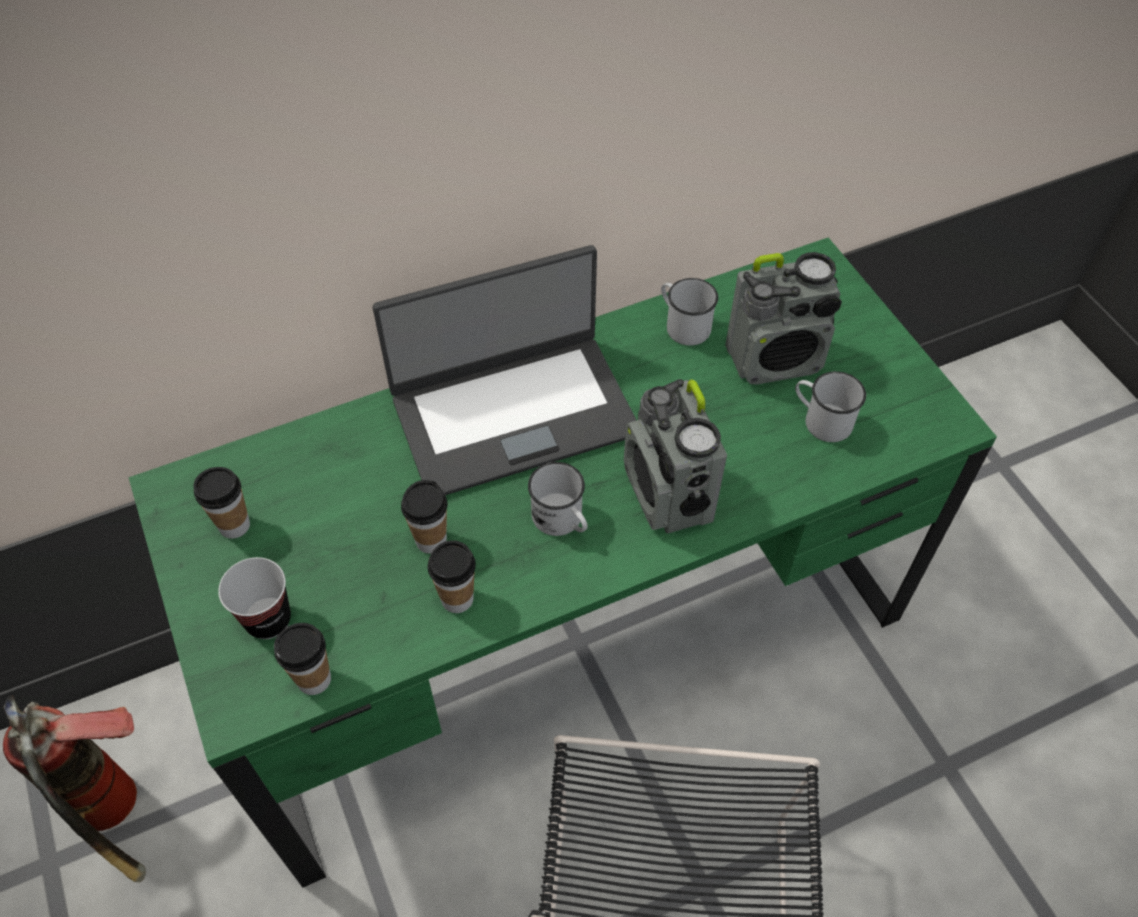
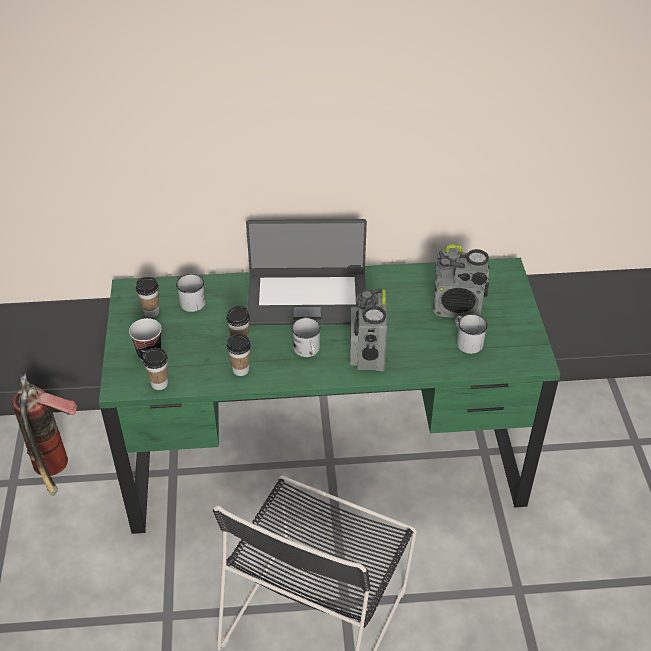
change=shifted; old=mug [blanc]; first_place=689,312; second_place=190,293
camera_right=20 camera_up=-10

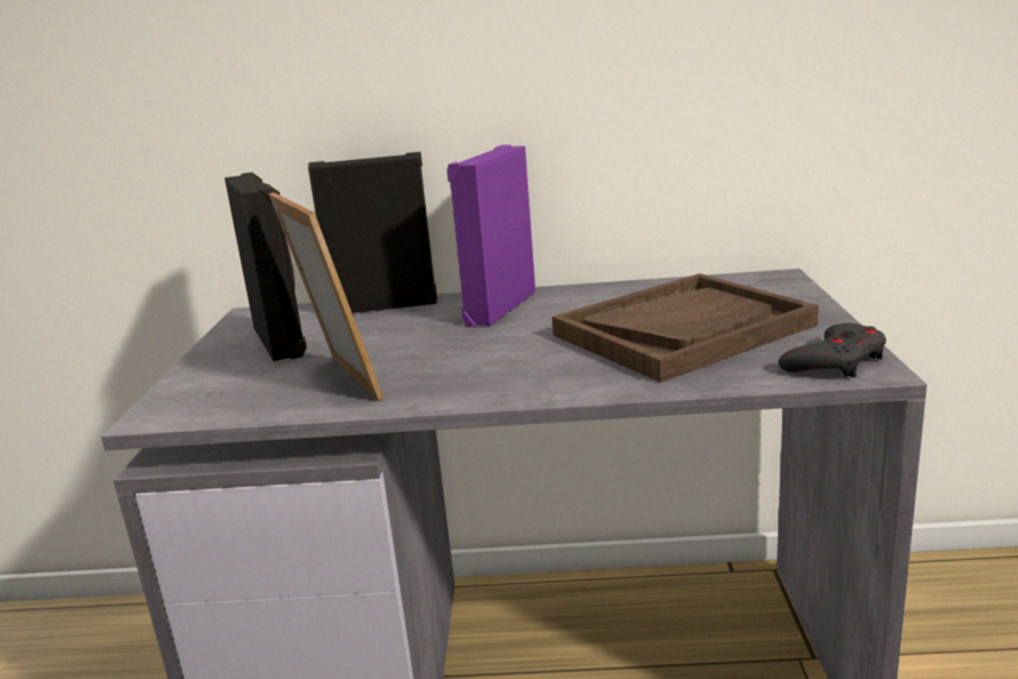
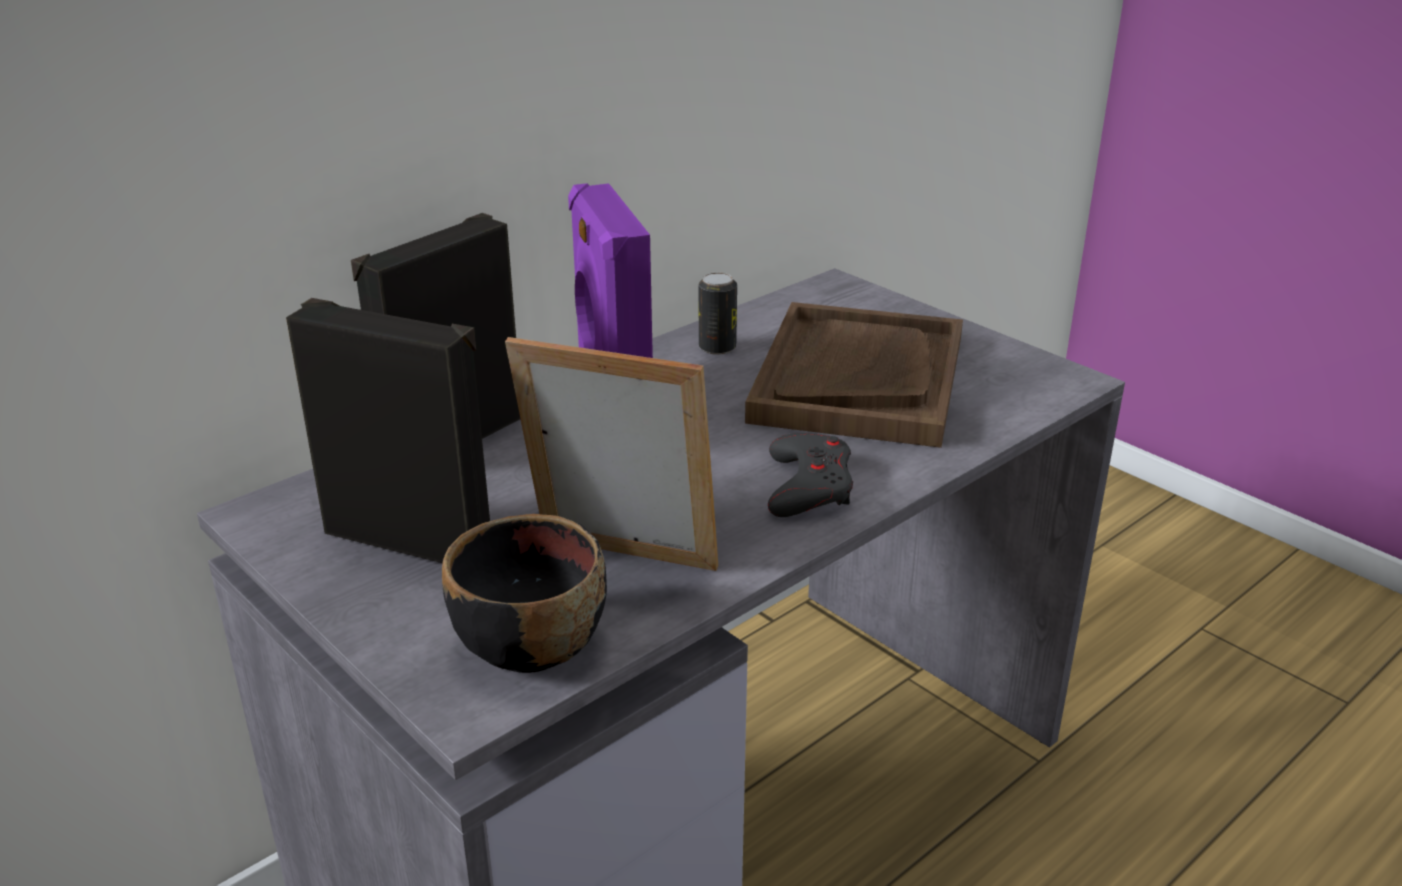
change=shifted; old=manette [gris]; first_place=832,350; second_place=810,475
change=new; new=boîte métallique; second_place=718,313
change=new; new=bol [noir]; second_place=524,593
camera_right=-45 camera_up=10

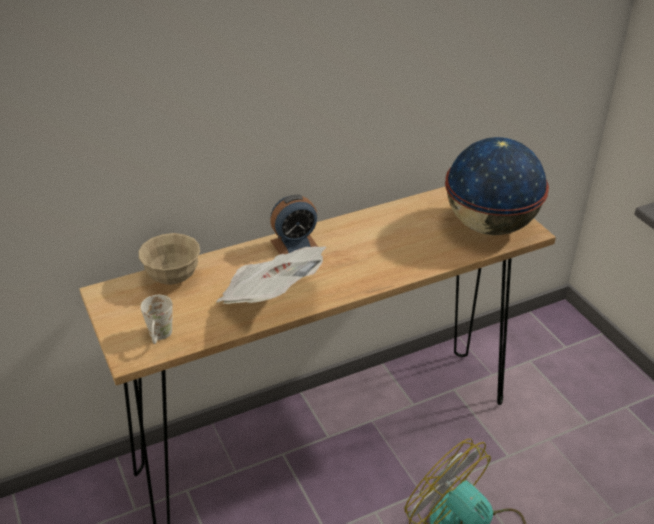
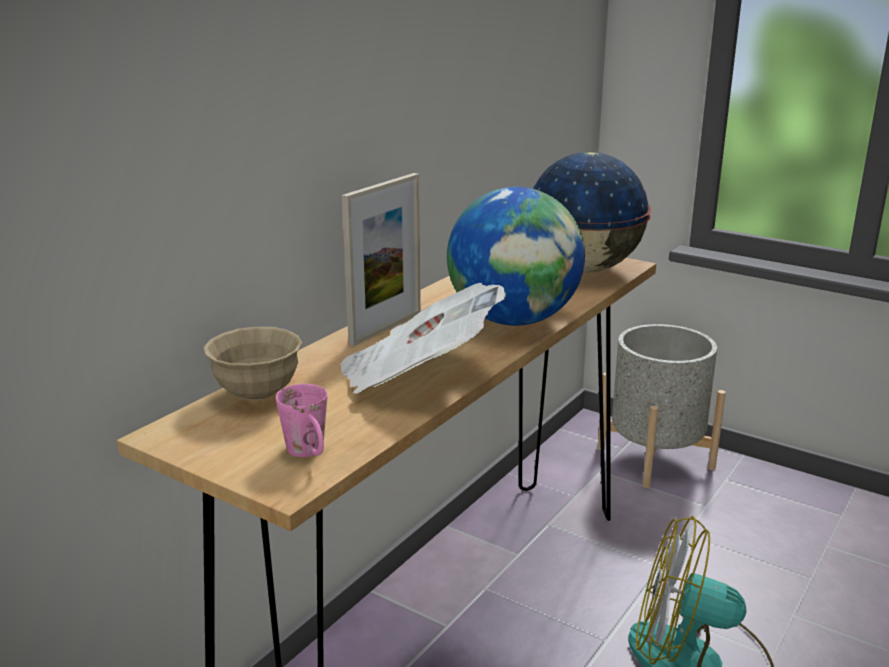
change=swapped; old=réveil; new=cadre photo; first_place=294,225; second_place=381,259
change=repainted; old=mug [blanc]; new=mug [rose]; first_place=156,319; second_place=301,420
change=new; new=globe; second_place=516,256
change=new; new=cache-pot [gris]; second_place=662,406
camera_right=-30 camera_up=-15

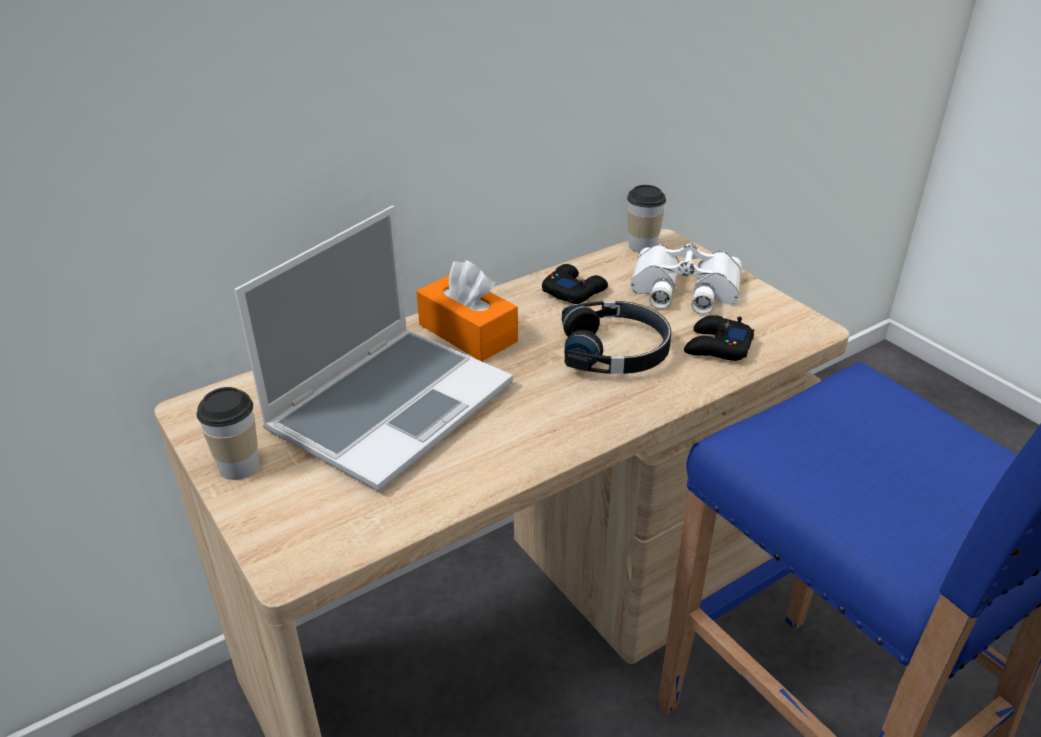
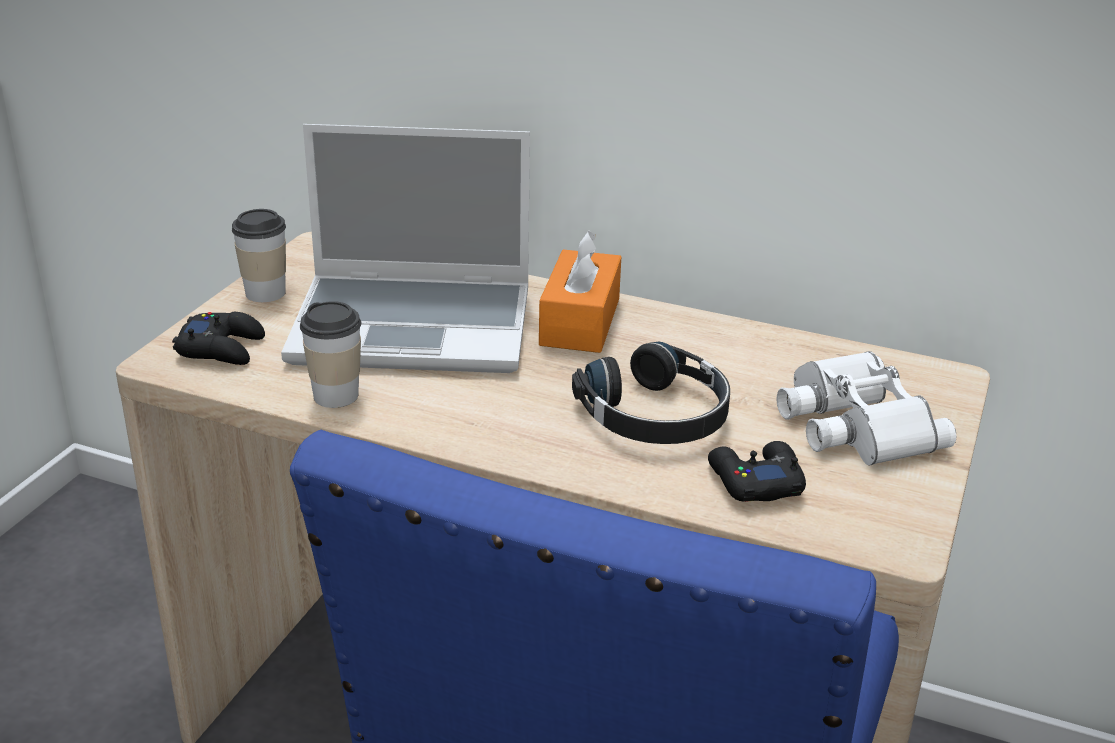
change=shifted; old=tasse; first_place=646,219; second_place=330,354
change=shifted; old=manette [noir]; first_place=575,284; second_place=218,338
camera_right=55 camera_up=-5

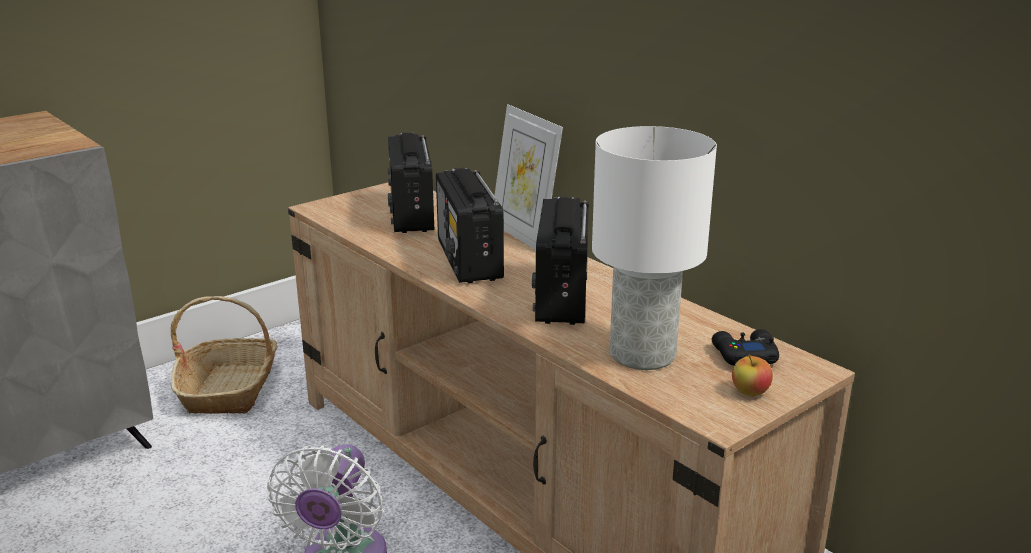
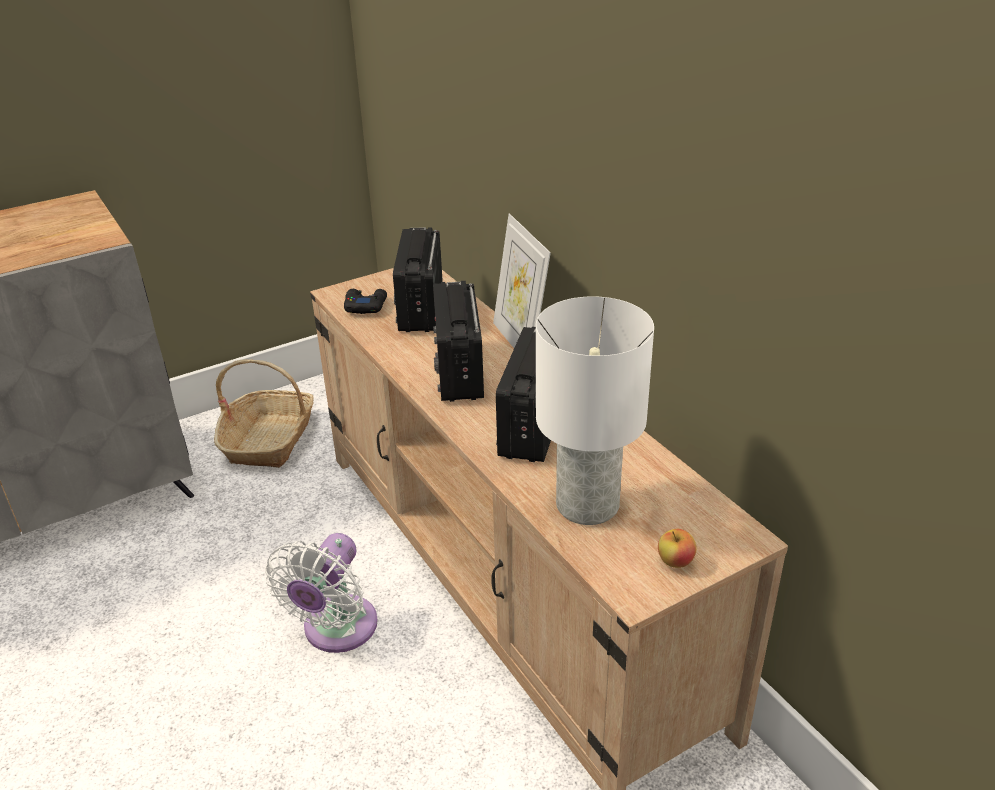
change=shifted; old=manette [noir]; first_place=745,347; second_place=365,301
camera_right=10 camera_up=10

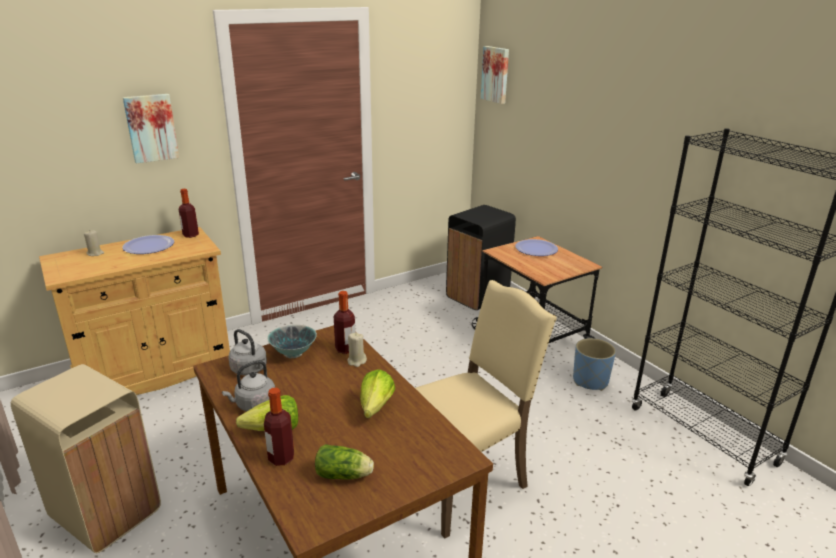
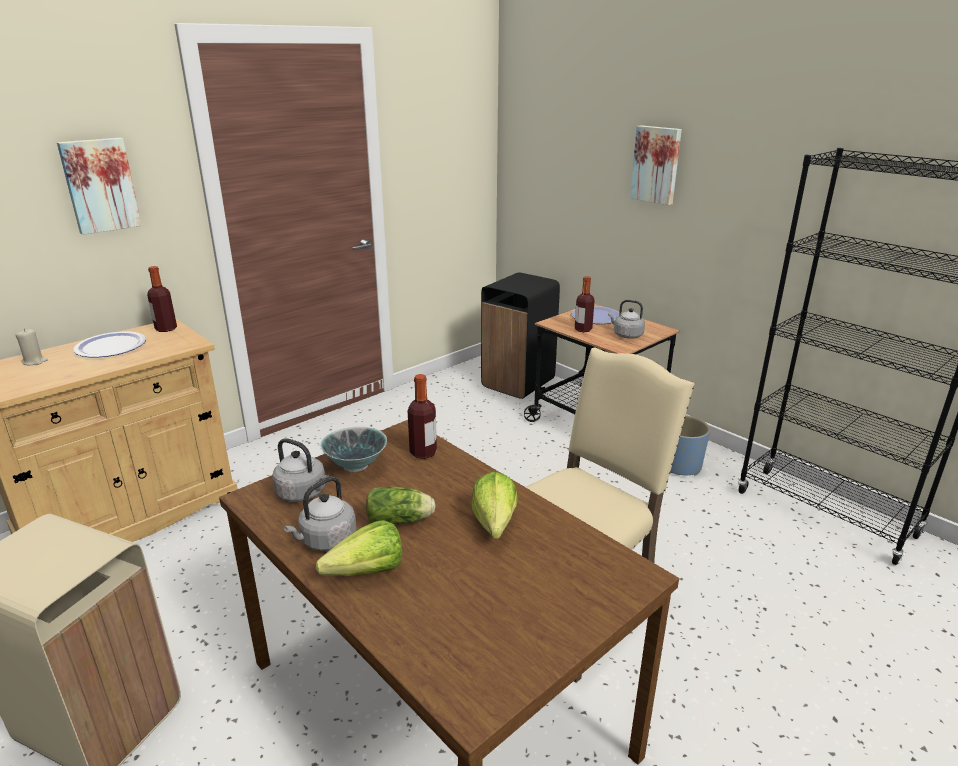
change=shifted; old=tableau; first_place=495,75; second_place=656,165
change=gone; old=bougie [beige]; first_place=357,350
change=shifted; old=bouteille; first_place=279,427; second_place=585,304
change=shifted; old=laitue; first_place=344,462; second_place=400,505
change=new; new=bouilloire [gris]; second_place=626,319
camera_right=-10 camera_up=0

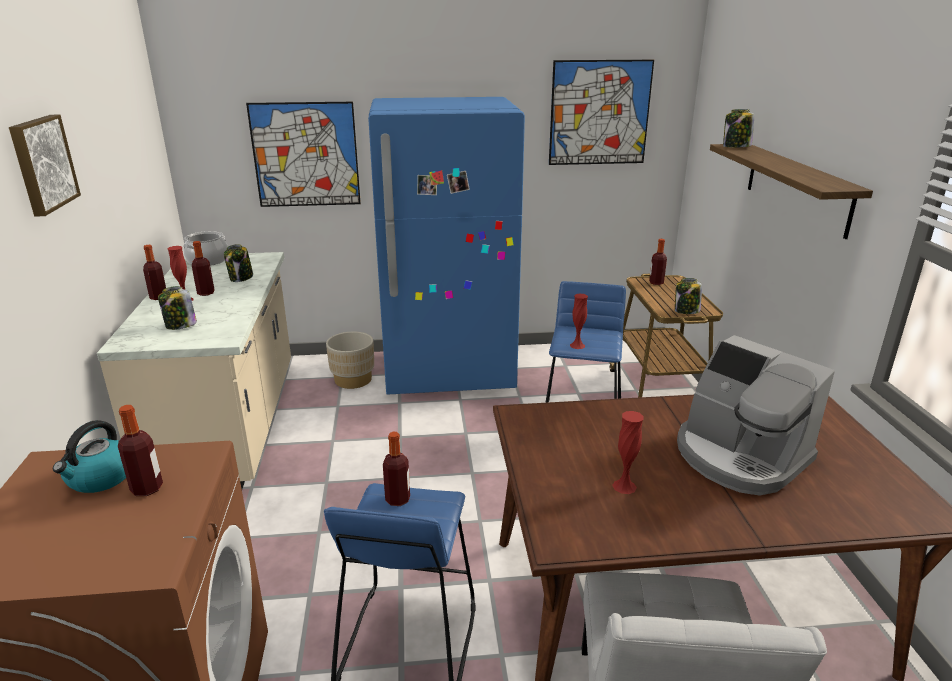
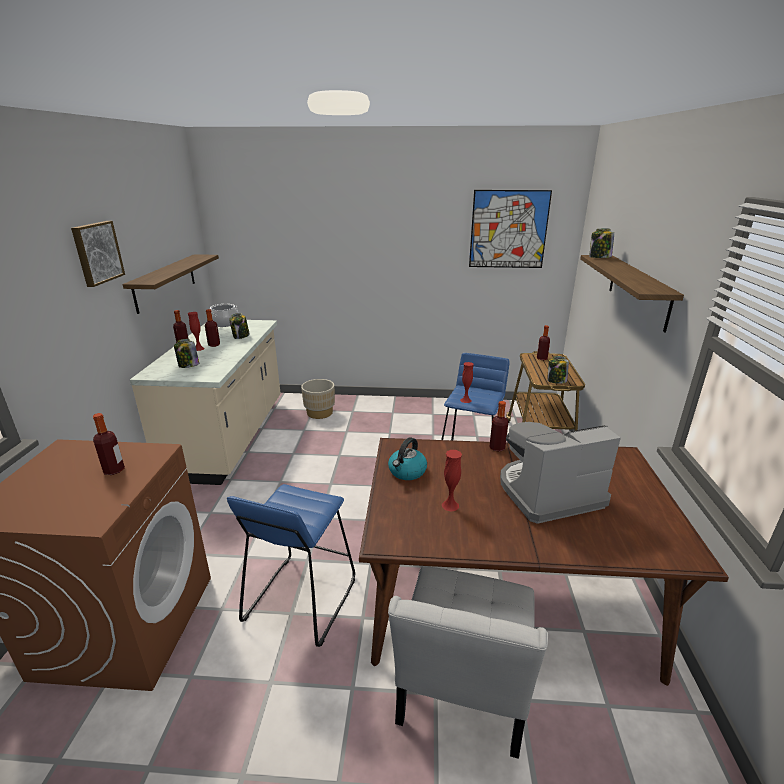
change=gone; old=réfrigérateur [bleu]; first_place=446,246
change=gone; old=tableau; first_place=303,154
change=rotated; old=machine à café; first_place=756,415; second_place=560,473; degrees=105
change=shifted; old=bouilloire; first_place=89,456; second_place=407,458
change=shifted; old=bouteille; first_place=396,469; second_place=498,426
change=new; new=étagère; second_place=171,284
camera_right=10 camera_up=0

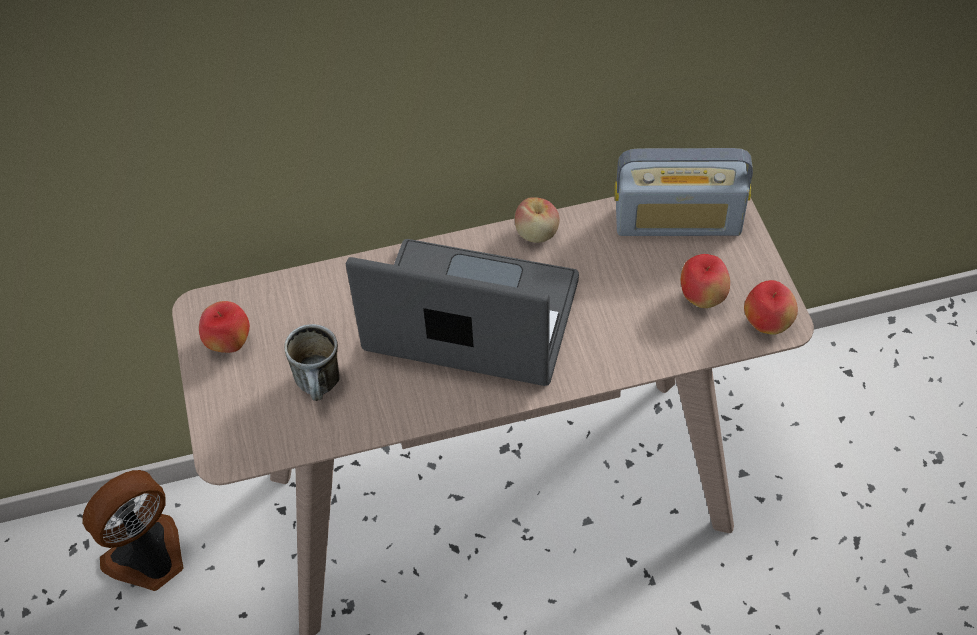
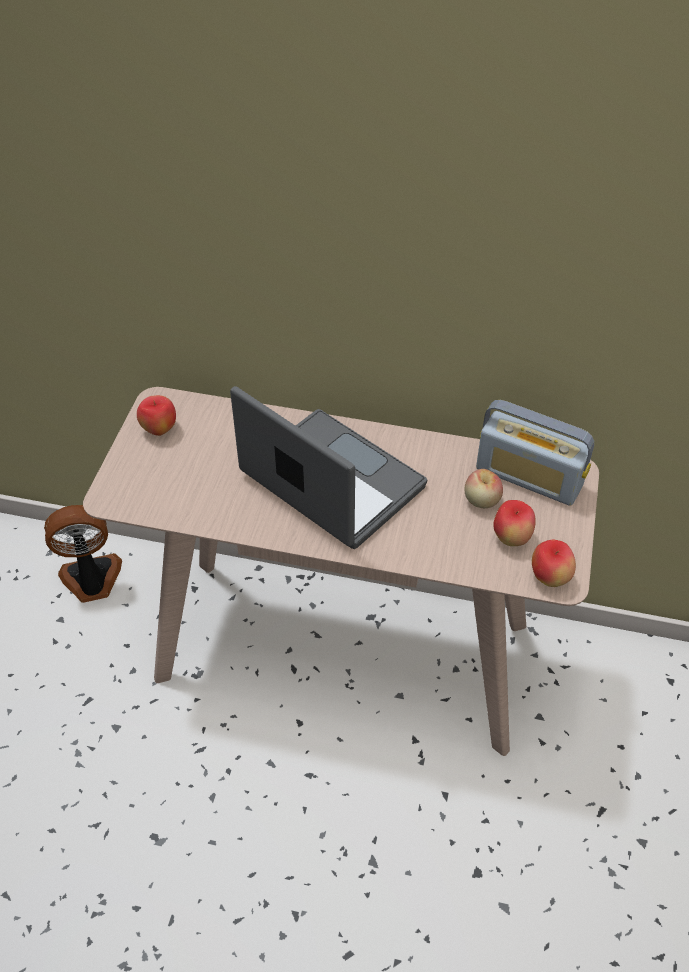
change=shifted; old=pomme; first_place=537,220; second_place=483,488
change=gone; old=mug; first_place=312,362
camera_right=25 camera_up=-5

